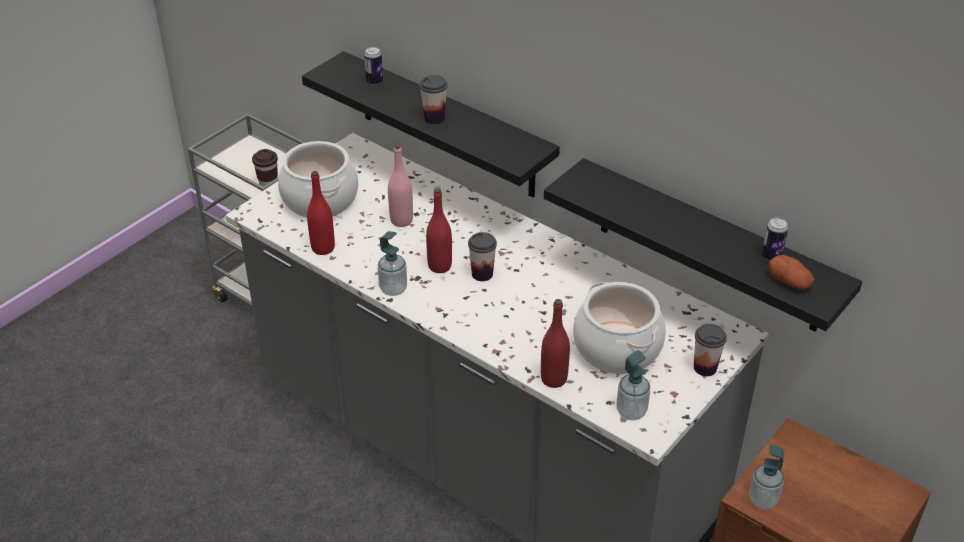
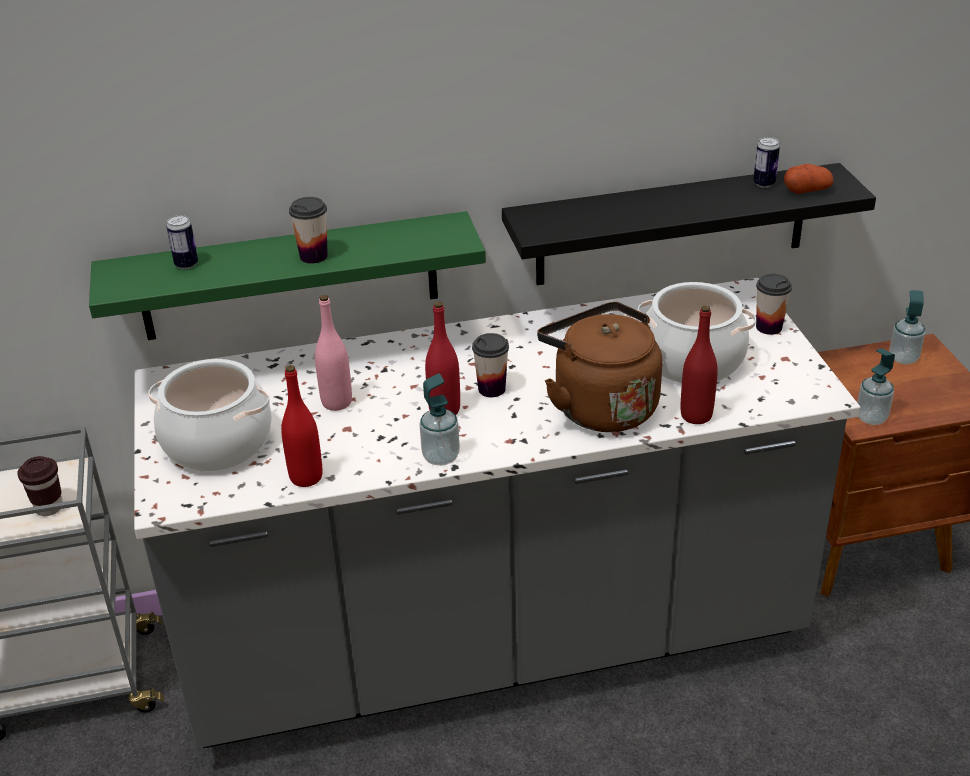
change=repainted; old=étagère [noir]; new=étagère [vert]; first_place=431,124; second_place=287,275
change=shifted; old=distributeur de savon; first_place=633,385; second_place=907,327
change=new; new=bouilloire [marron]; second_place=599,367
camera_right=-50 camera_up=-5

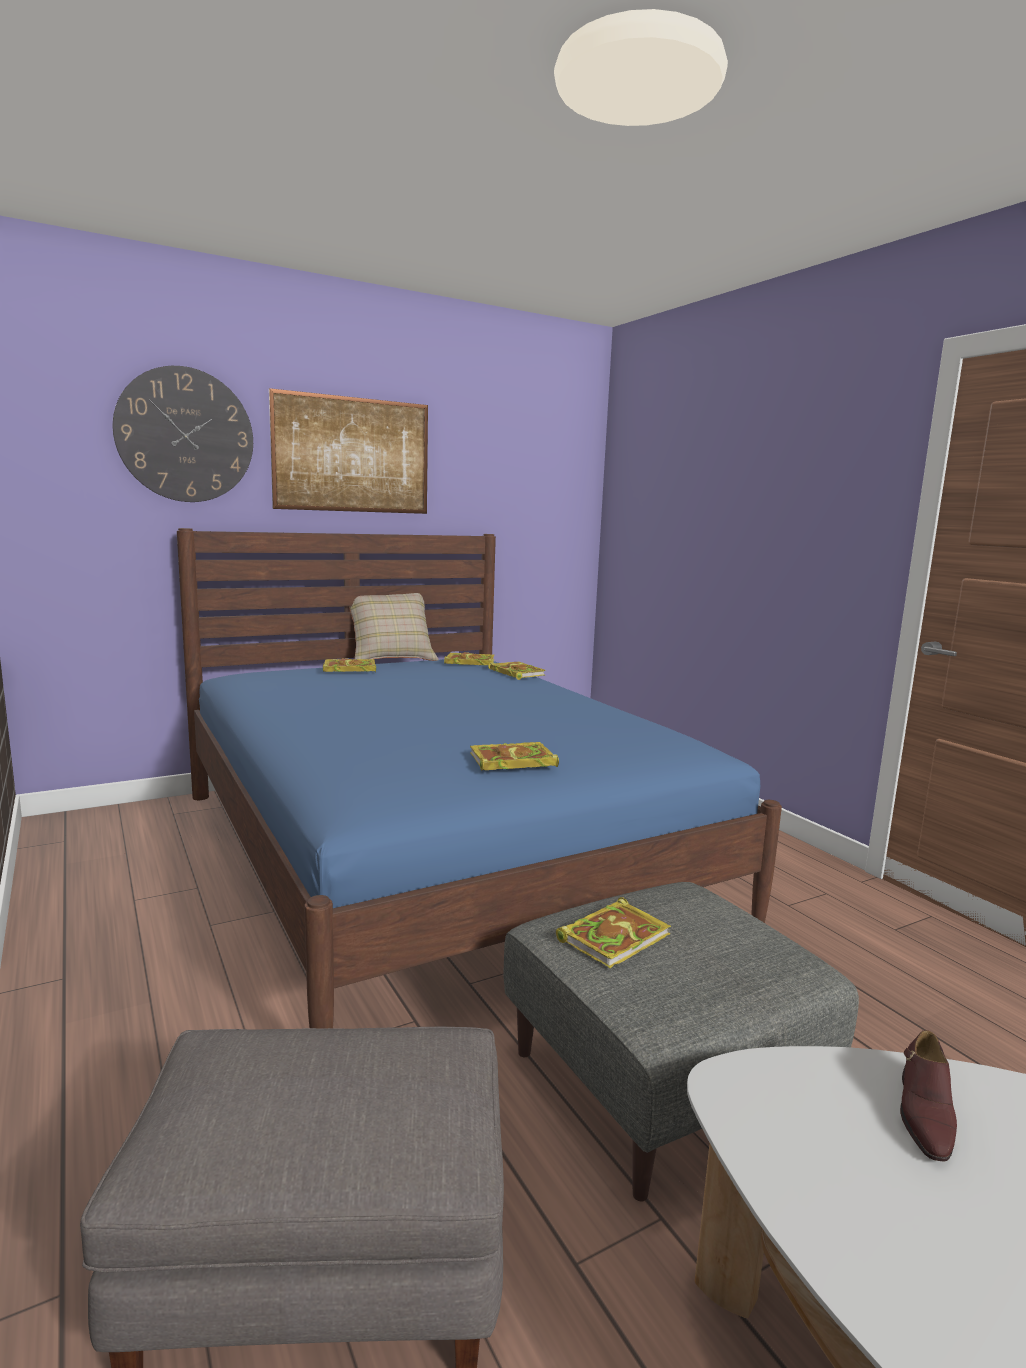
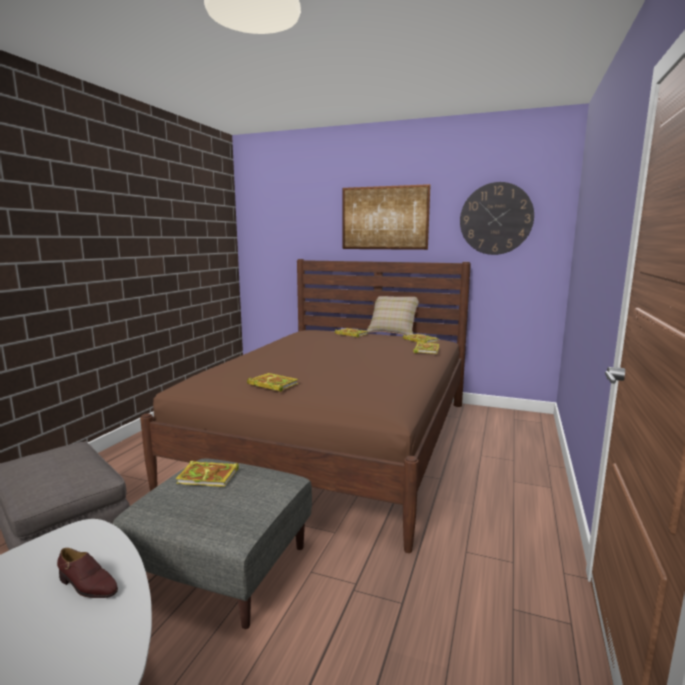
change=shifted; old=horloge murale; first_place=183,434; second_place=497,218
change=repainted; old=lit [bleu]; new=lit [marron]; first_place=479,778; second_place=305,406
change=rotated; old=chaussure [marron]; first_place=928,1095; second_place=87,573; degrees=-135
camera_right=50 camera_up=0

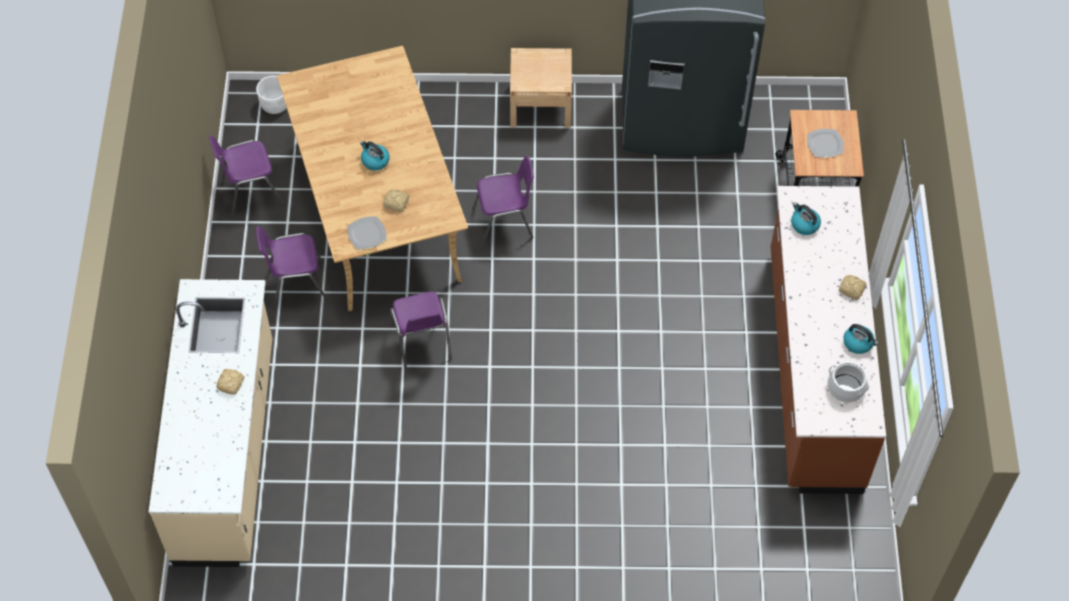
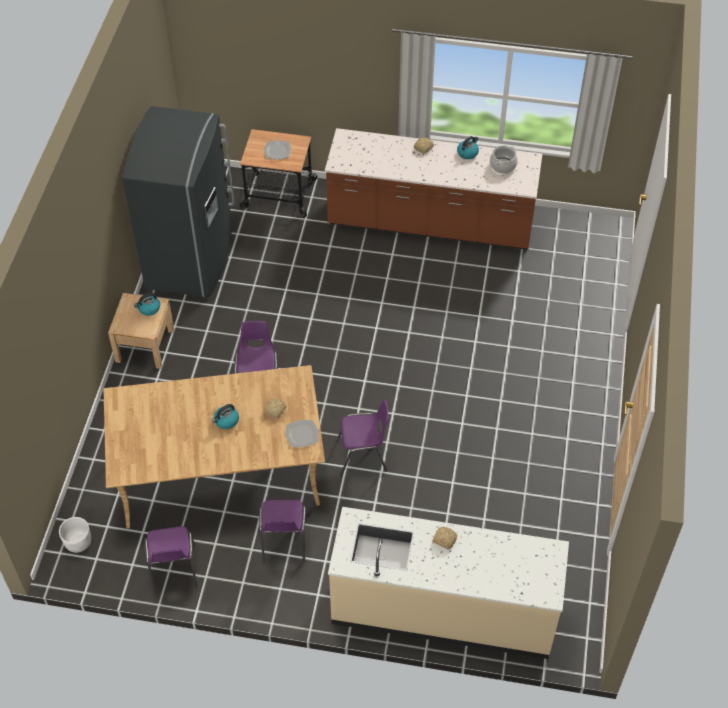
change=shifted; old=bouilloire; first_place=806,219; second_place=147,304
camera_right=-80 camera_up=-5

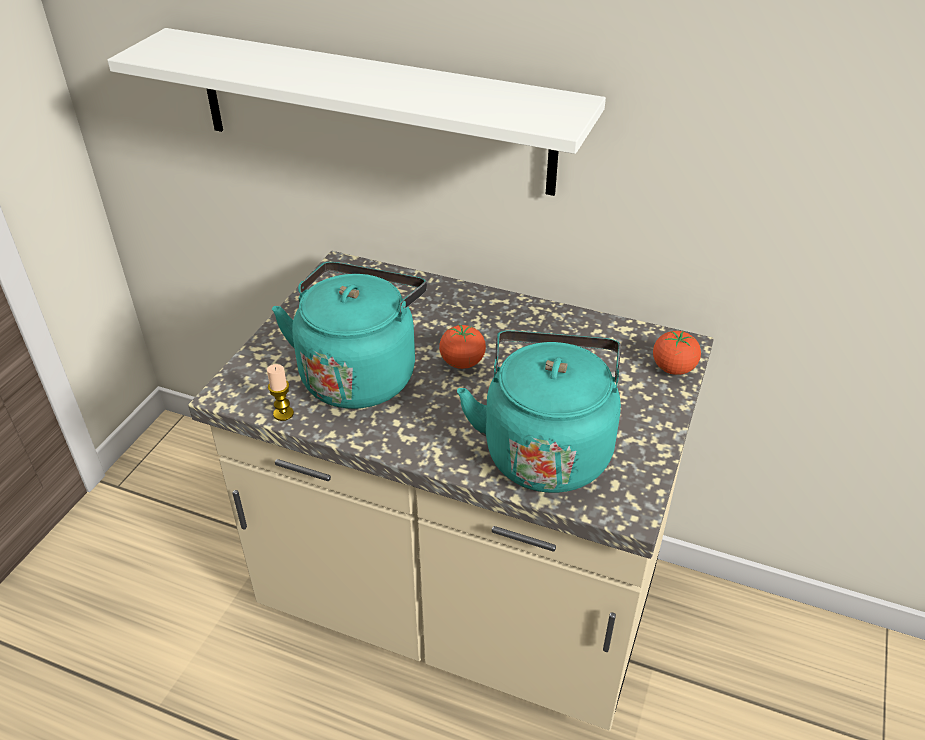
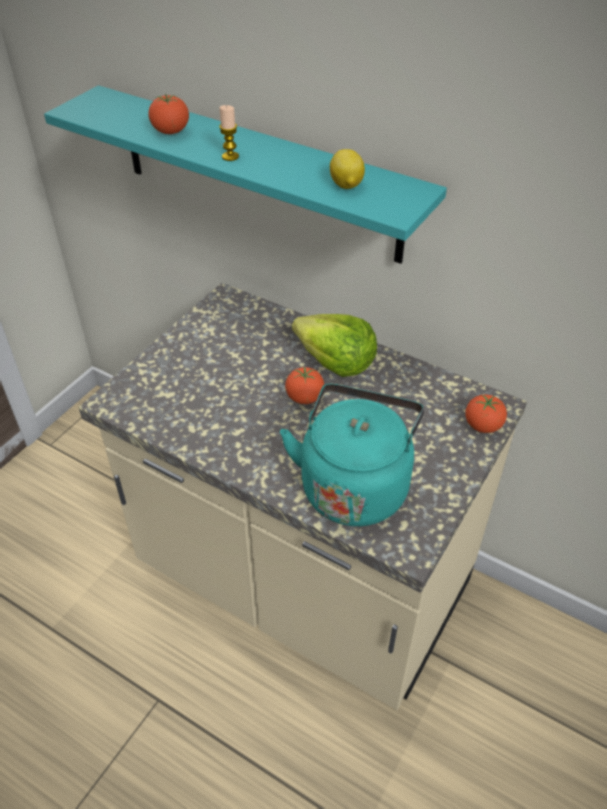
change=repainted; old=étagère [blanc]; new=étagère [turquoise]; first_place=356,112; second_place=245,174
change=gone; old=bouilloire [turquoise]; first_place=349,335
change=shifted; old=bougie; first_place=280,392; second_place=229,133
change=new; new=tomate; second_place=168,114
change=new; new=citron; second_place=347,169
change=new; new=laitue; second_place=334,345
camera_right=10 camera_up=5

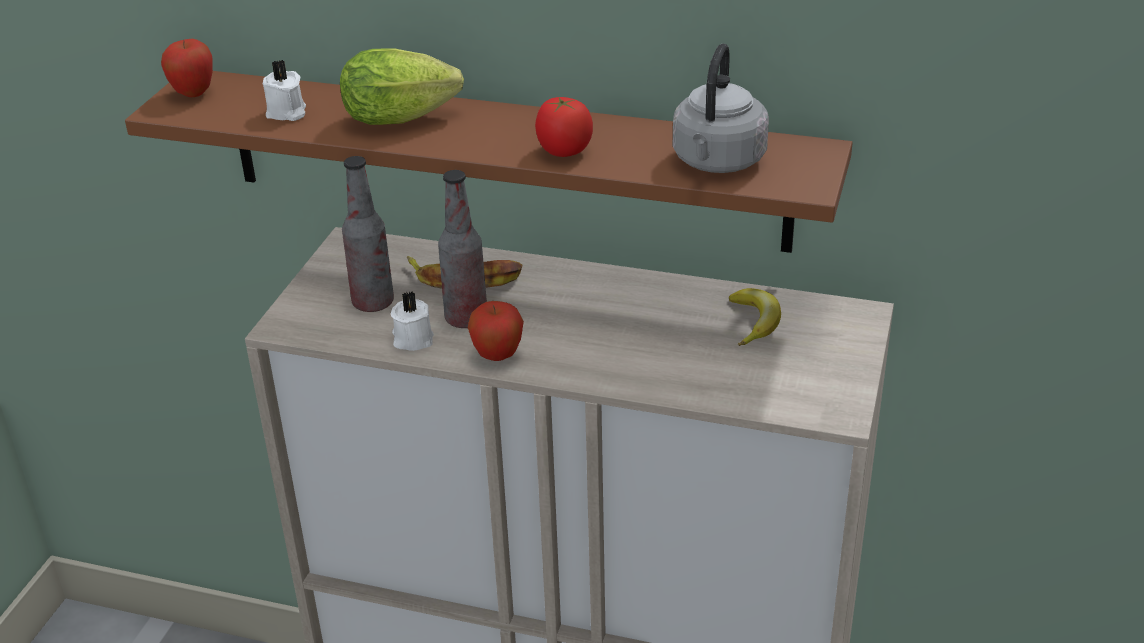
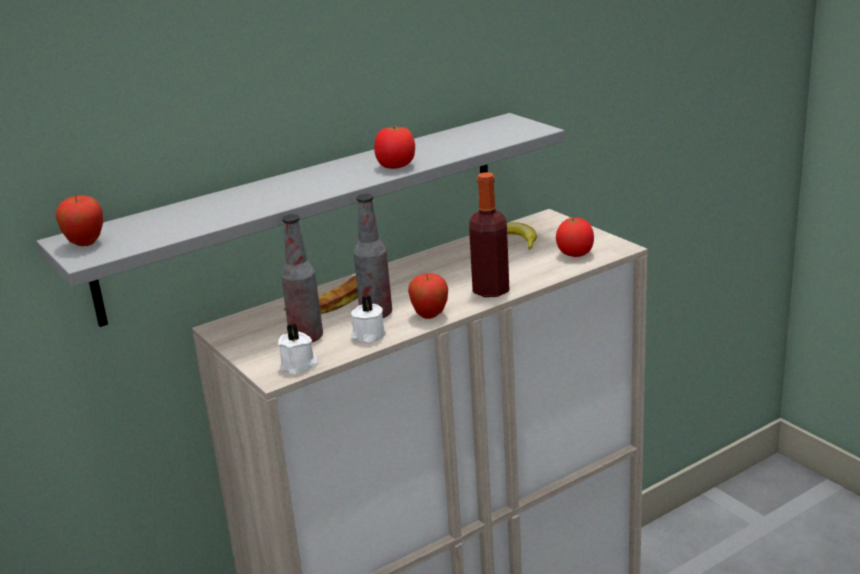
change=gone; old=bouilloire [gris]; first_place=721,108
change=gone; old=laitue; first_place=402,86
change=shifted; old=bougie [blanc]; first_place=284,90; second_place=298,349
change=repainted; old=étagère [marron]; new=étagère [gris]; first_place=489,162; second_place=300,220
change=new; new=bouteille; second_place=489,234
change=new; new=tomate; second_place=575,237
camera_right=-50 camera_up=-10

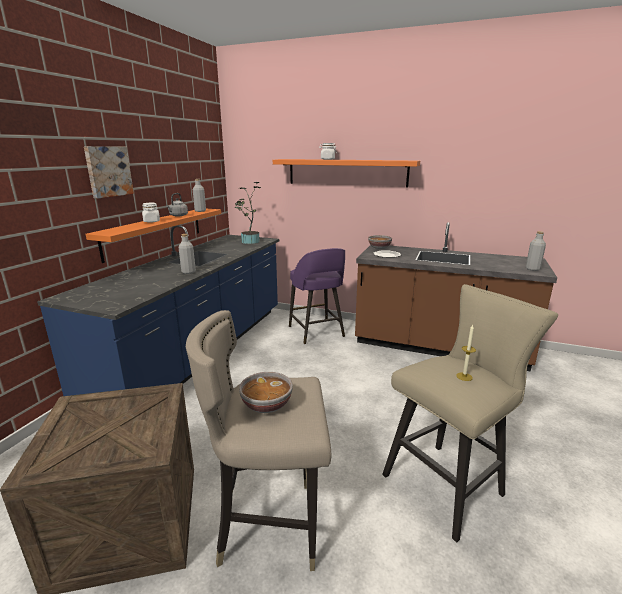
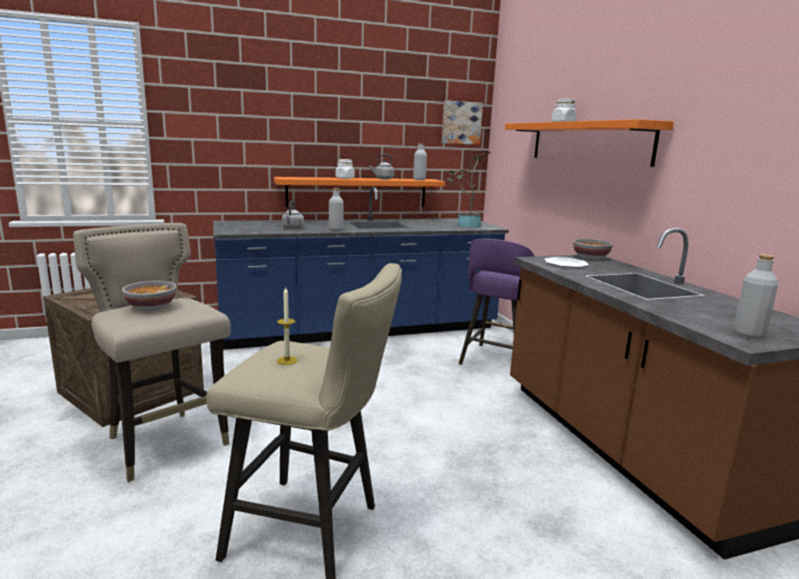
change=shifted; old=tableau; first_place=109,172; second_place=462,122
change=new; new=bouilloire [gris]; second_place=293,215
camera_right=50 camera_up=-5

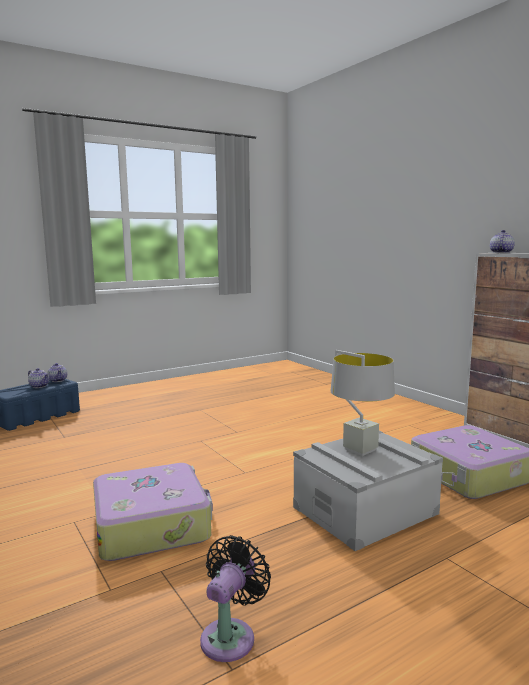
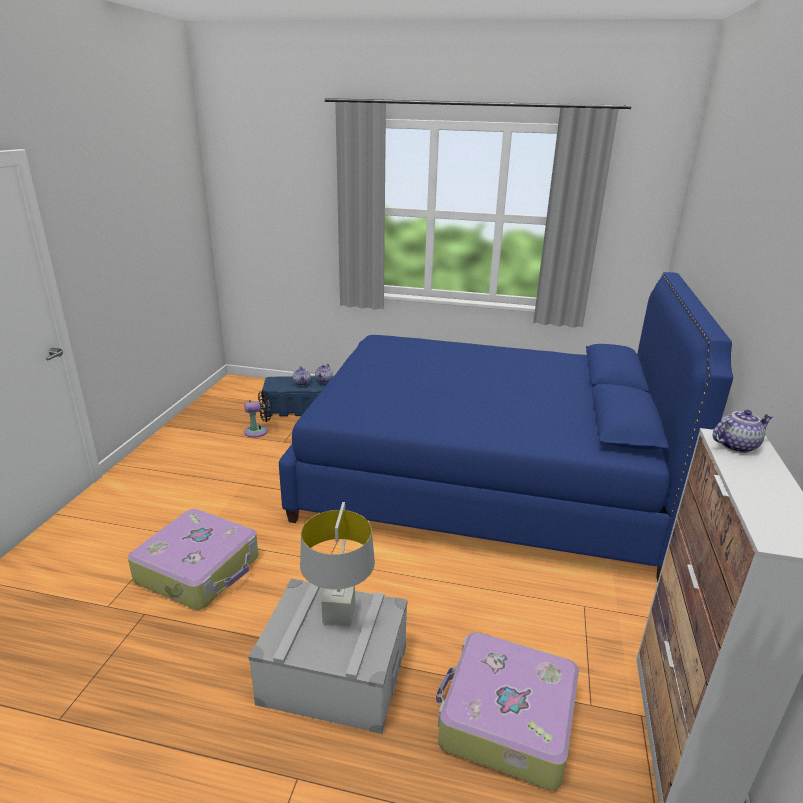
change=shifted; old=ventilateur [noir]; first_place=235,598; second_place=257,414
change=new; new=lit [bleu]; second_place=506,427
camera_right=45 camera_up=15

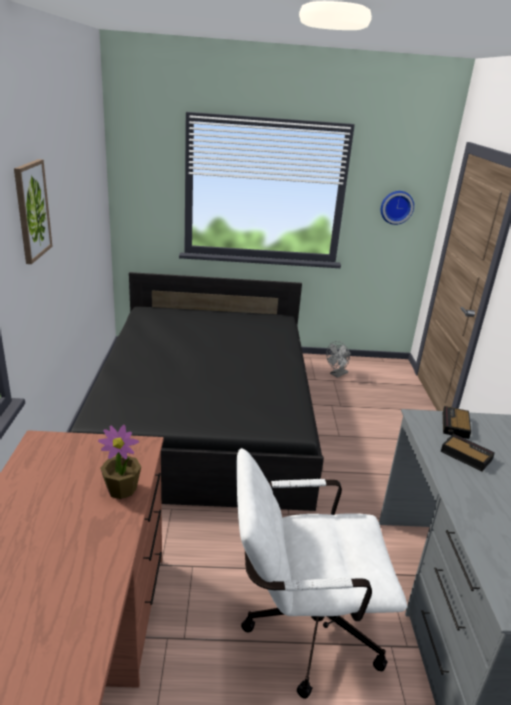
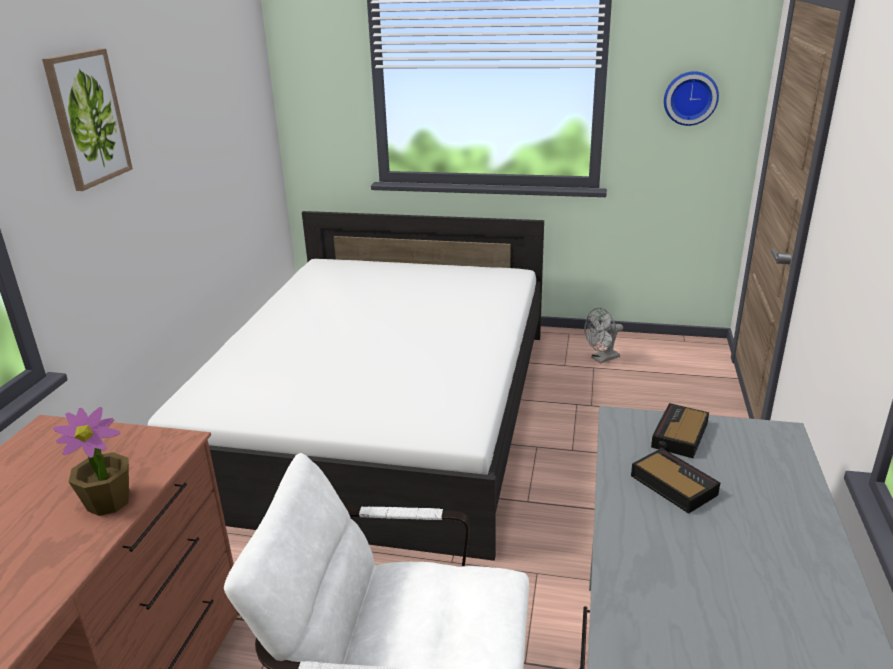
change=repainted; old=lit [noir]; new=lit [blanc]; first_place=197,391; second_place=346,386
camera_right=15 camera_up=0

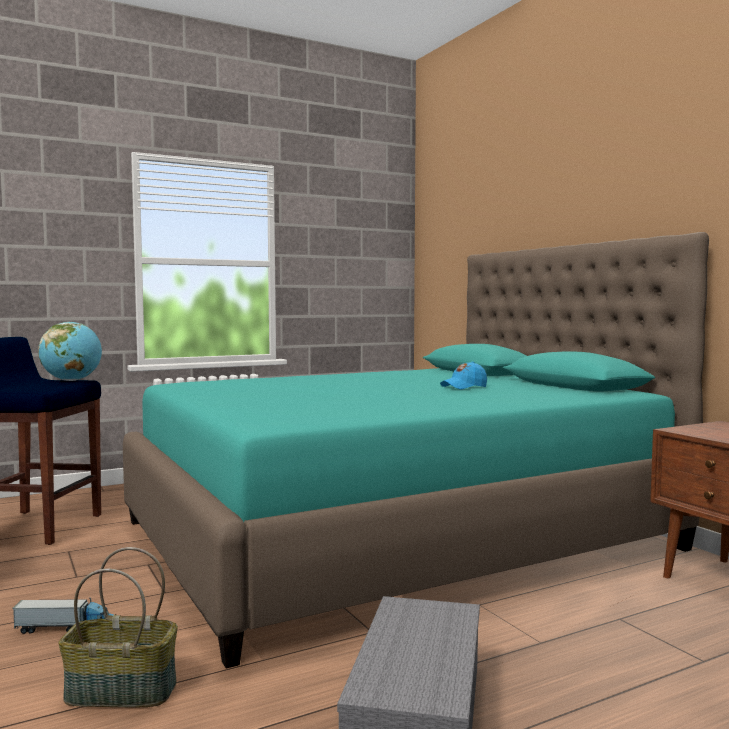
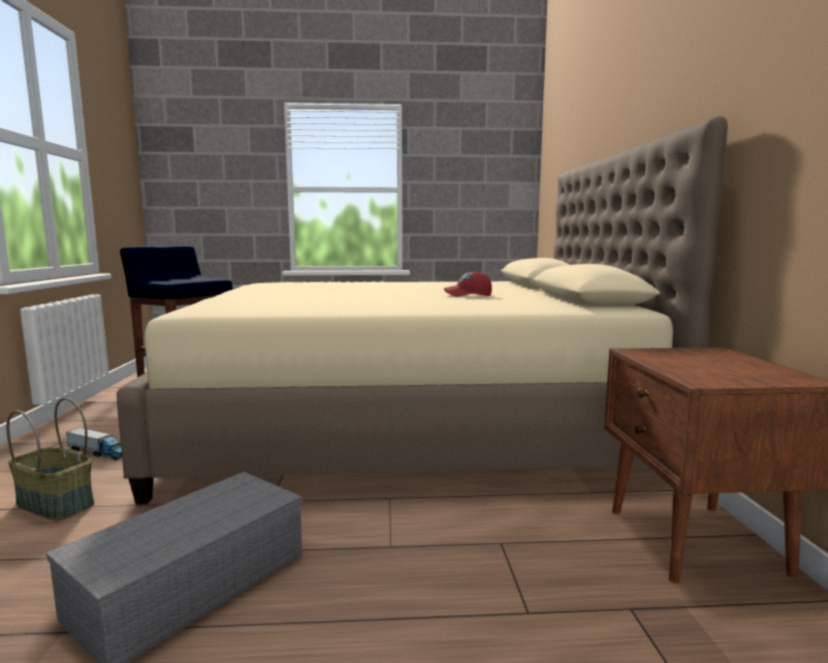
change=repainted; old=lit [turquoise]; new=lit [beige]; first_place=416,450; second_place=422,310
change=gone; old=globe; first_place=70,351
change=repainted; old=casquette [bleu]; new=casquette [rouge]; first_place=463,375; second_place=468,284
camera_right=25 camera_up=5

